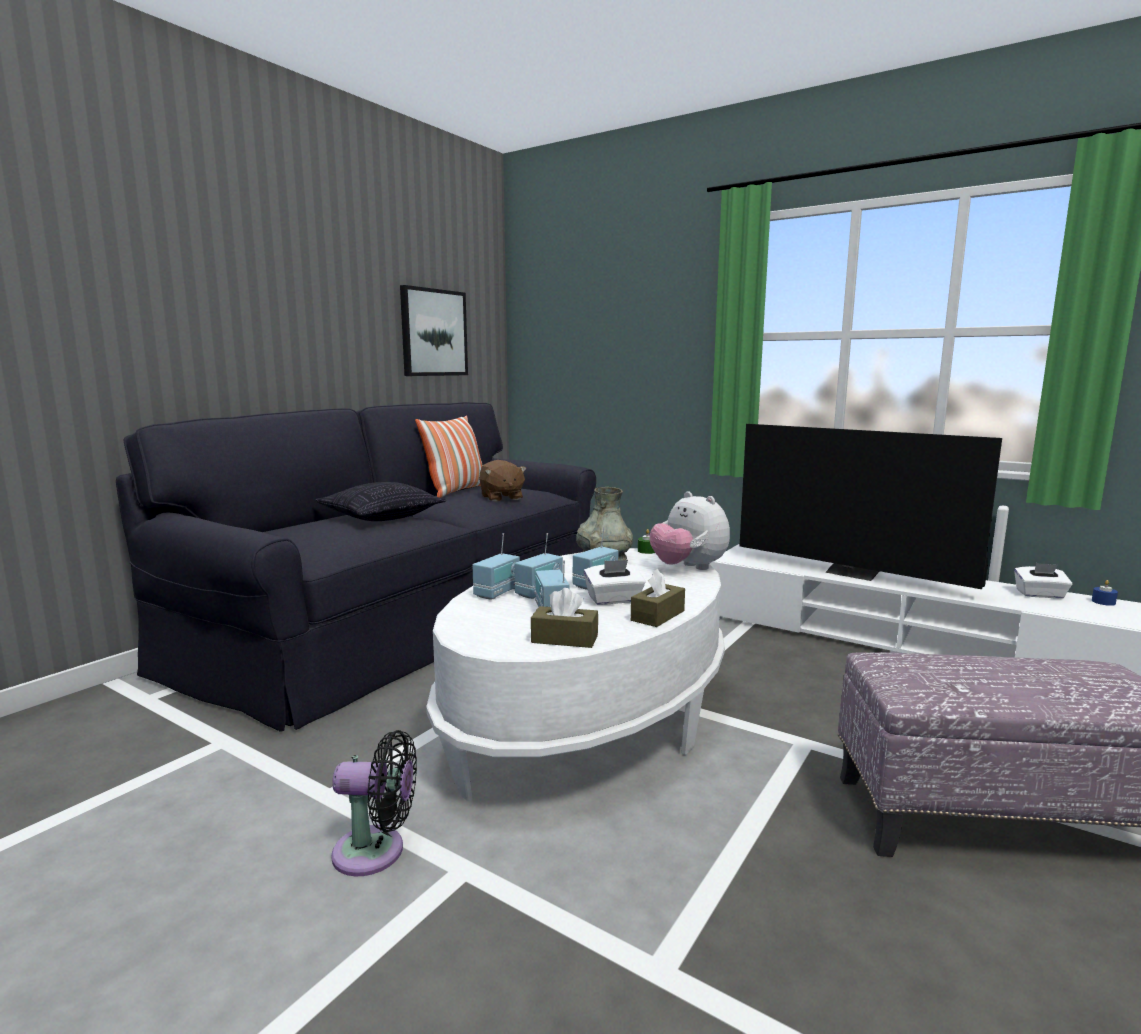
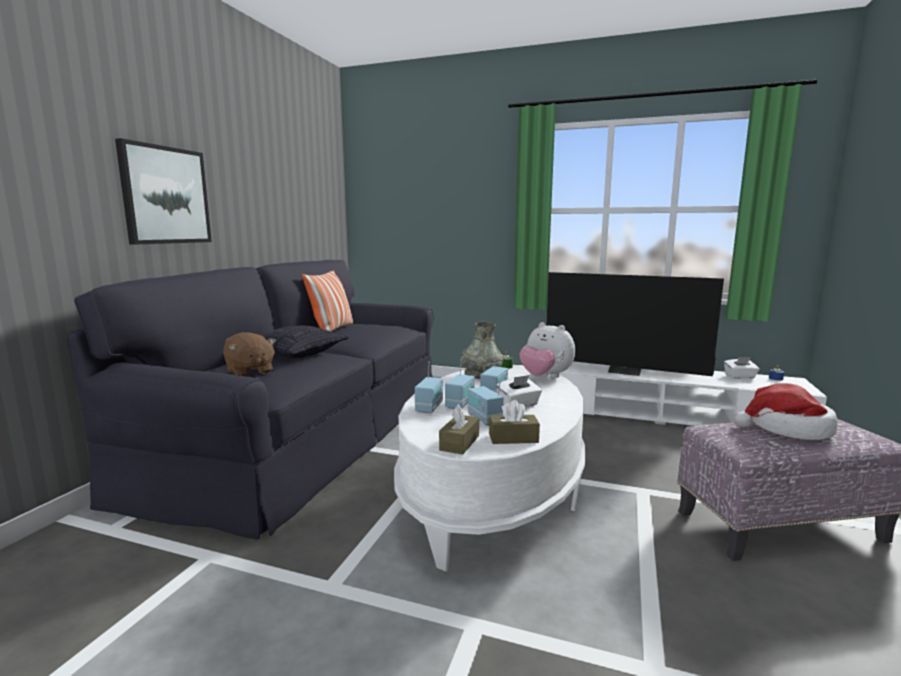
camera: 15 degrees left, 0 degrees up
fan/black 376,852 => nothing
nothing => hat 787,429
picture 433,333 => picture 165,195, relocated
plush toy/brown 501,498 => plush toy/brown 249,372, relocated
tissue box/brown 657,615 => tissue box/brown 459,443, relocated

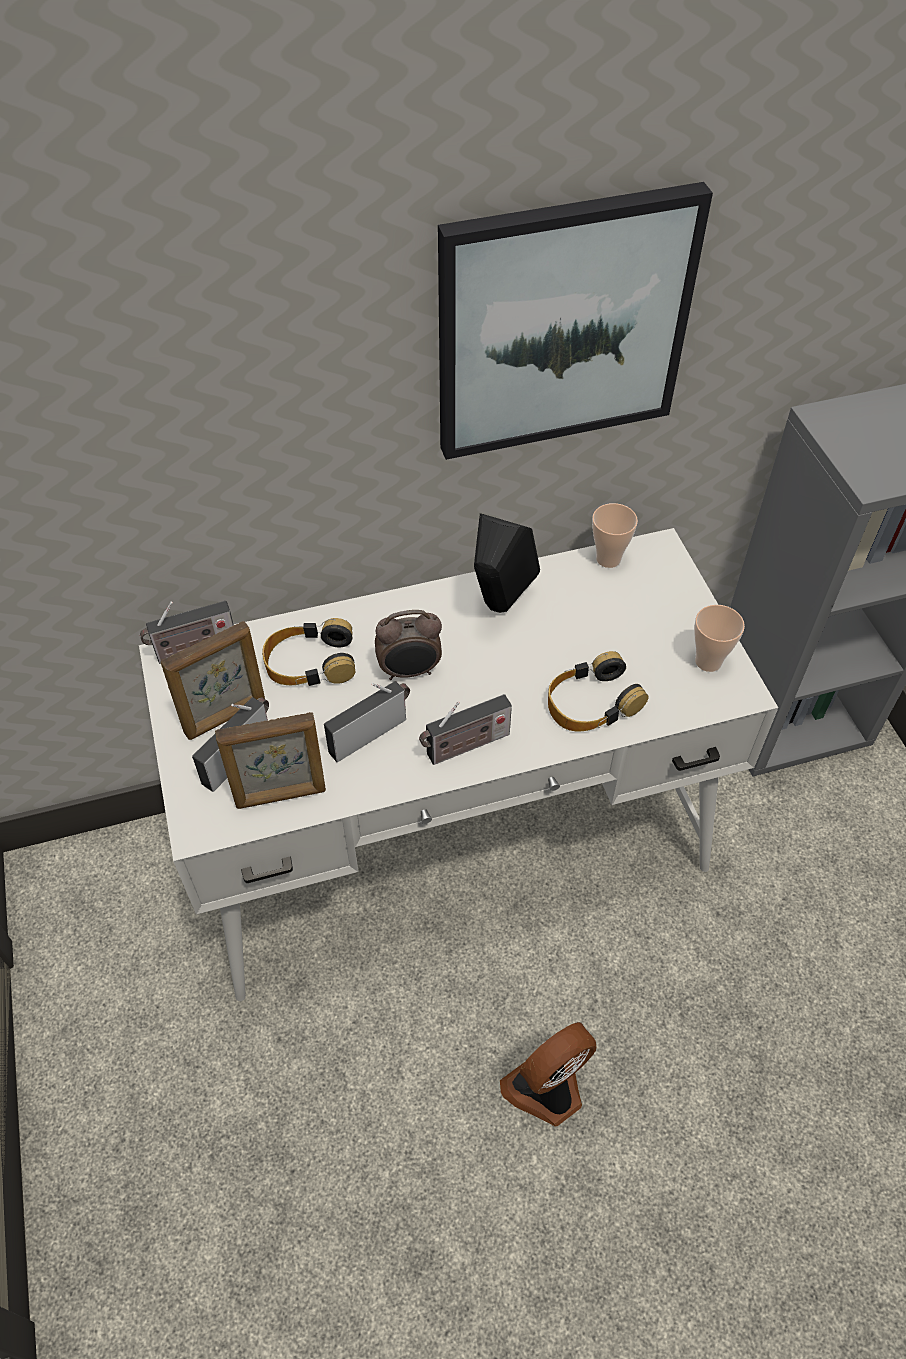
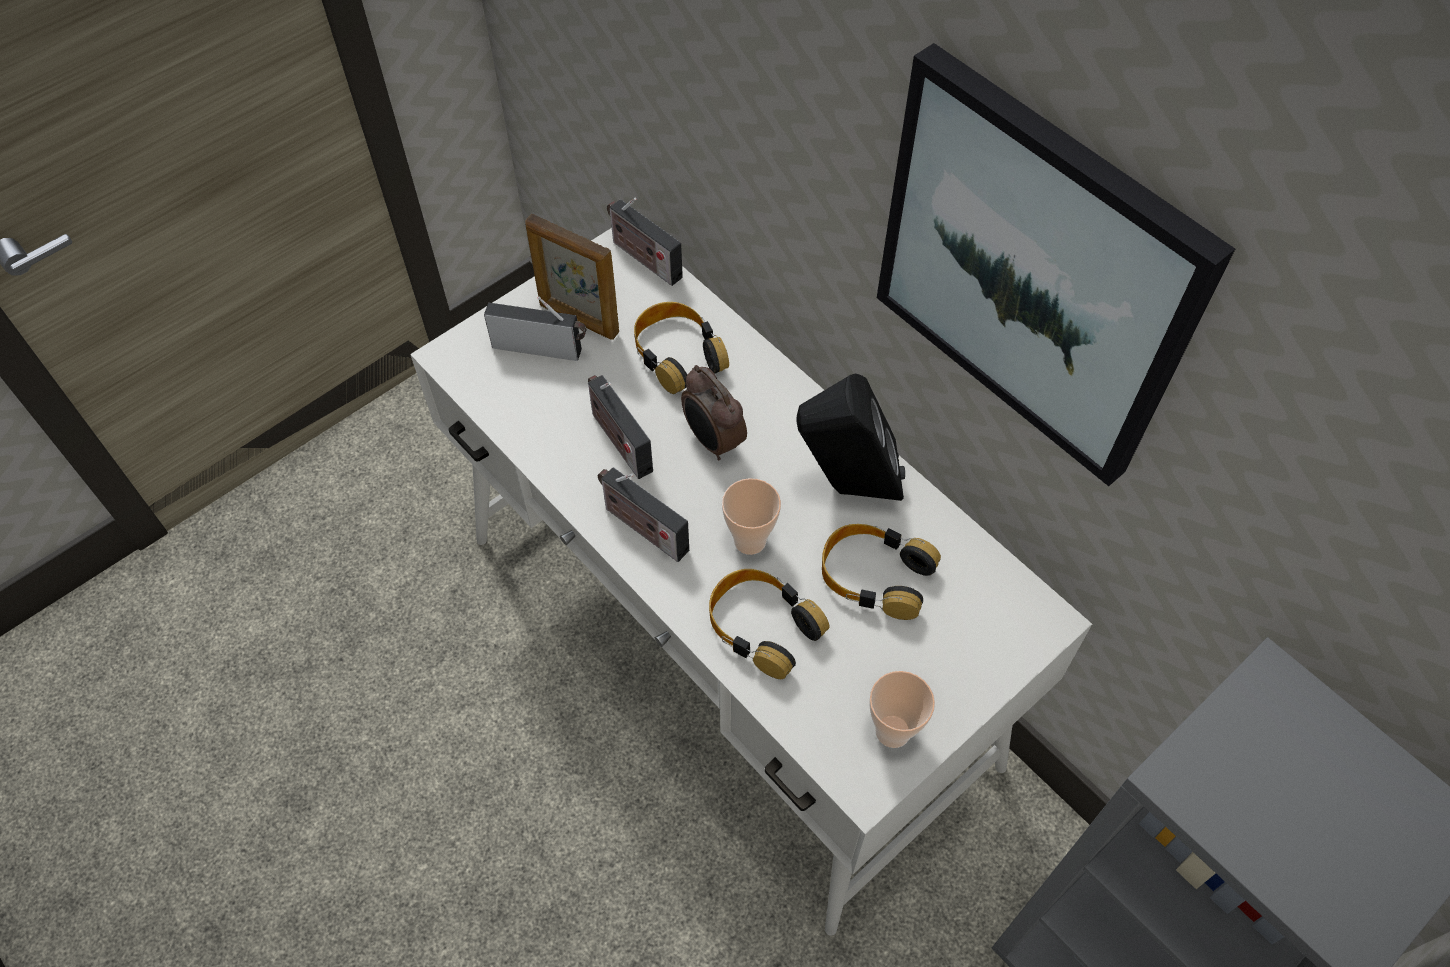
camera: 65 degrees right, 5 degrees up
picture frame 281,796 => nothing
fan 547,1089 => nothing
nothing => headphones 874,575
cup 608,559 => cup 750,540, relocated
radio 370,733 => radio 618,440, 150 degrees counterclockwise

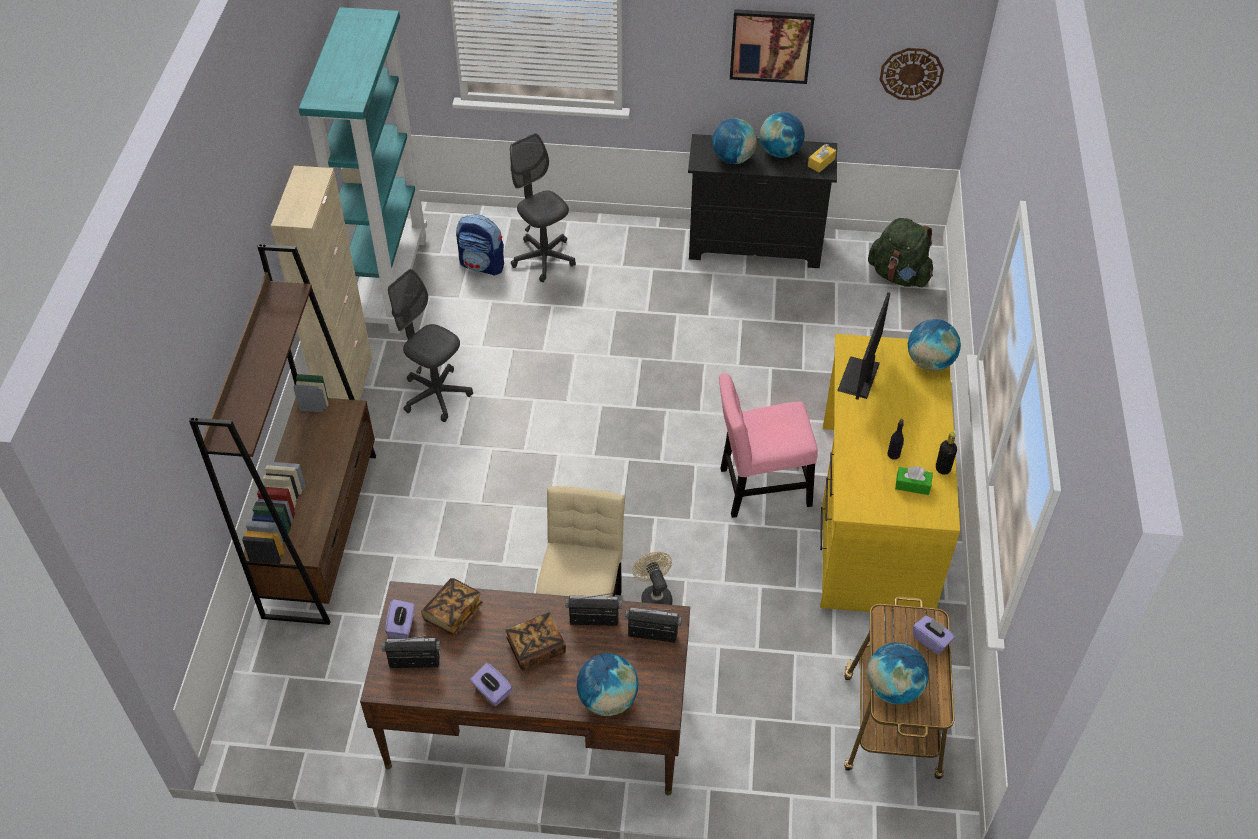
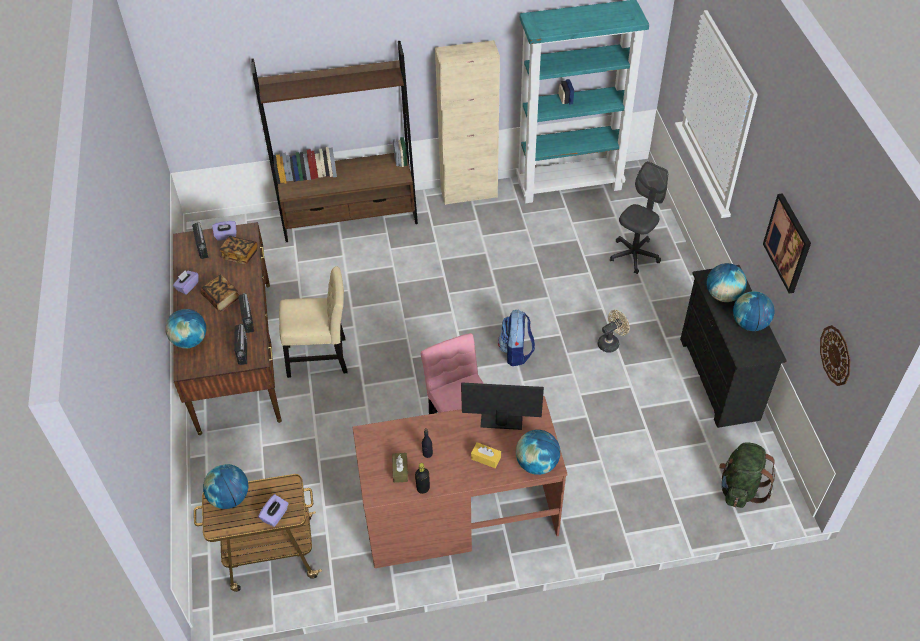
camera: 75 degrees right, 0 degrees up
office chair/grey 436,395 => nothing
backpack 483,265 => backpack 516,352, relocated
fan/beige 654,596 => fan/beige 611,342, relocated
tissue box/yellow 821,163 => tissue box/yellow 486,458, relocated
desk/yellow 874,517 => desk/brown 459,512
tissue box/green 912,485 => tissue box/brown 400,470

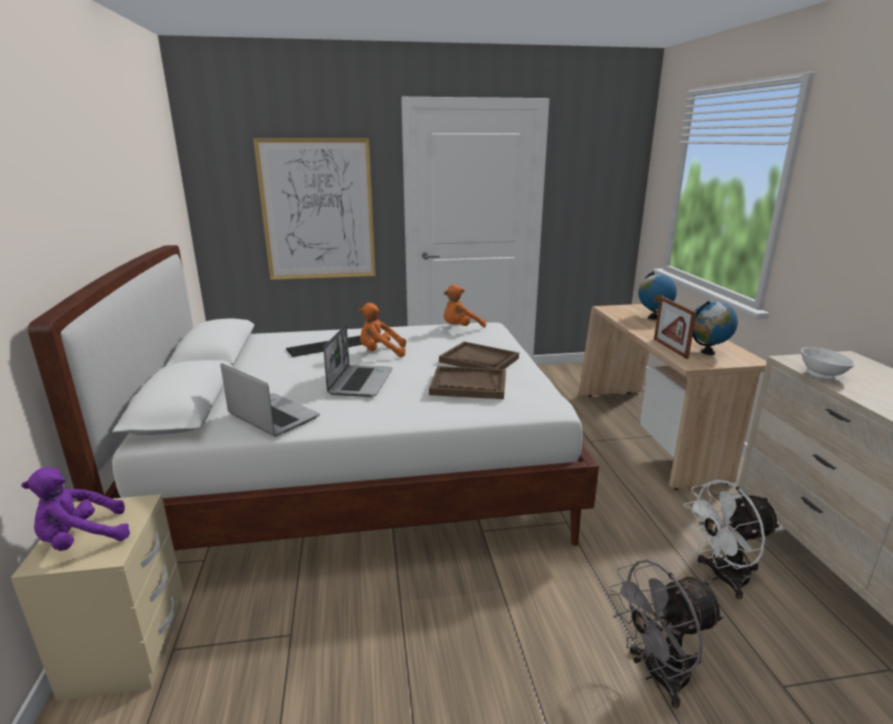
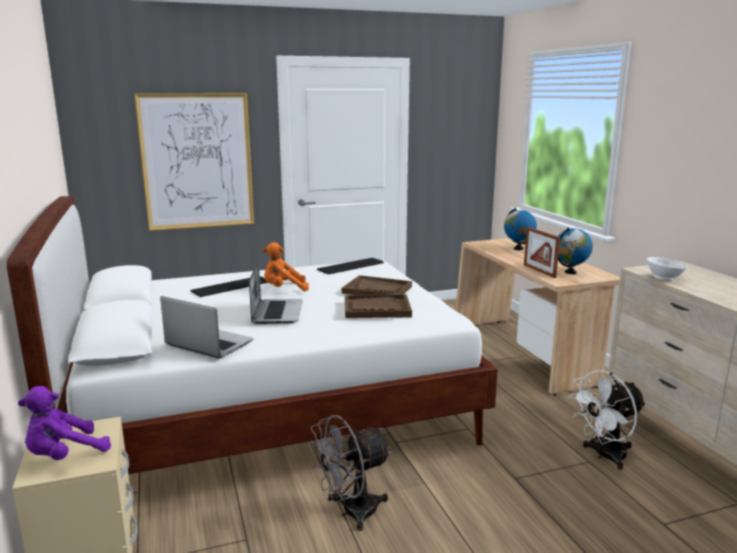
camera: 10 degrees left, 5 degrees down
fan/grey 657,675 => fan/grey 351,512, relocated
plush toy/orange 460,328 => keyboard 349,266

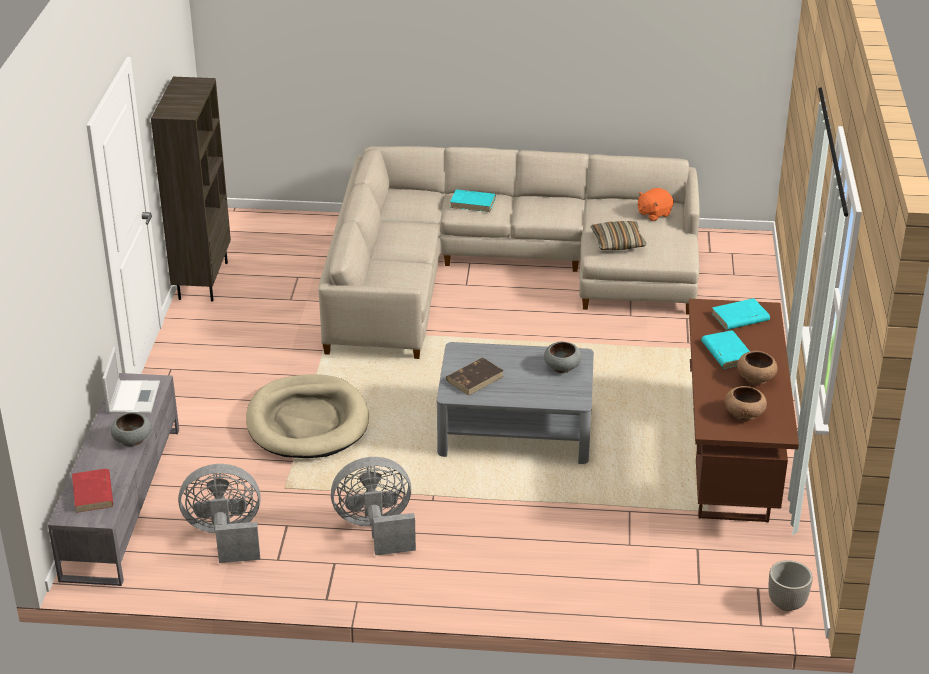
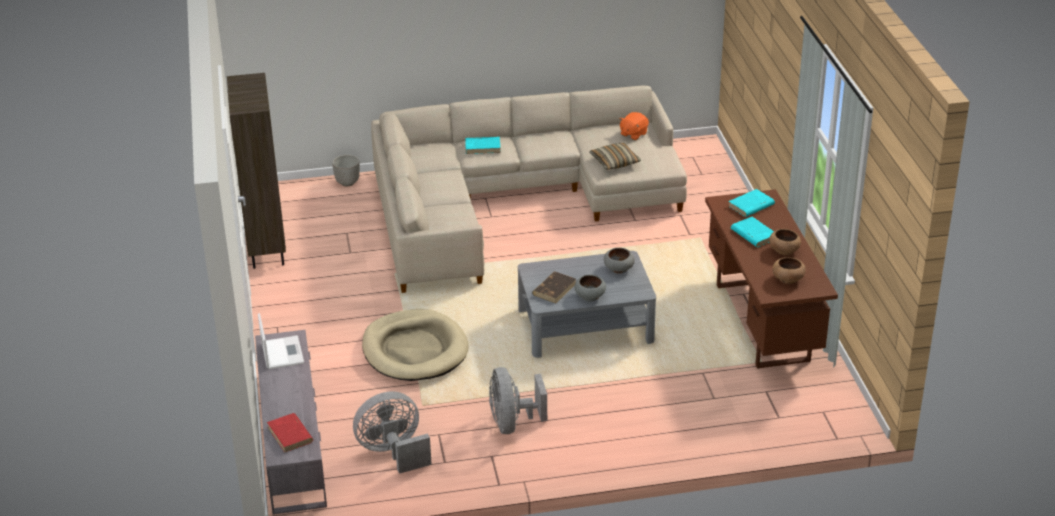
camera: 15 degrees left, 0 degrees up
bowl/grey 133,440 => bowl/grey 590,296, relocated
planter 787,603 => planter 347,182, relocated
fan/grey 376,529 => fan/grey 512,423, 75 degrees counterclockwise

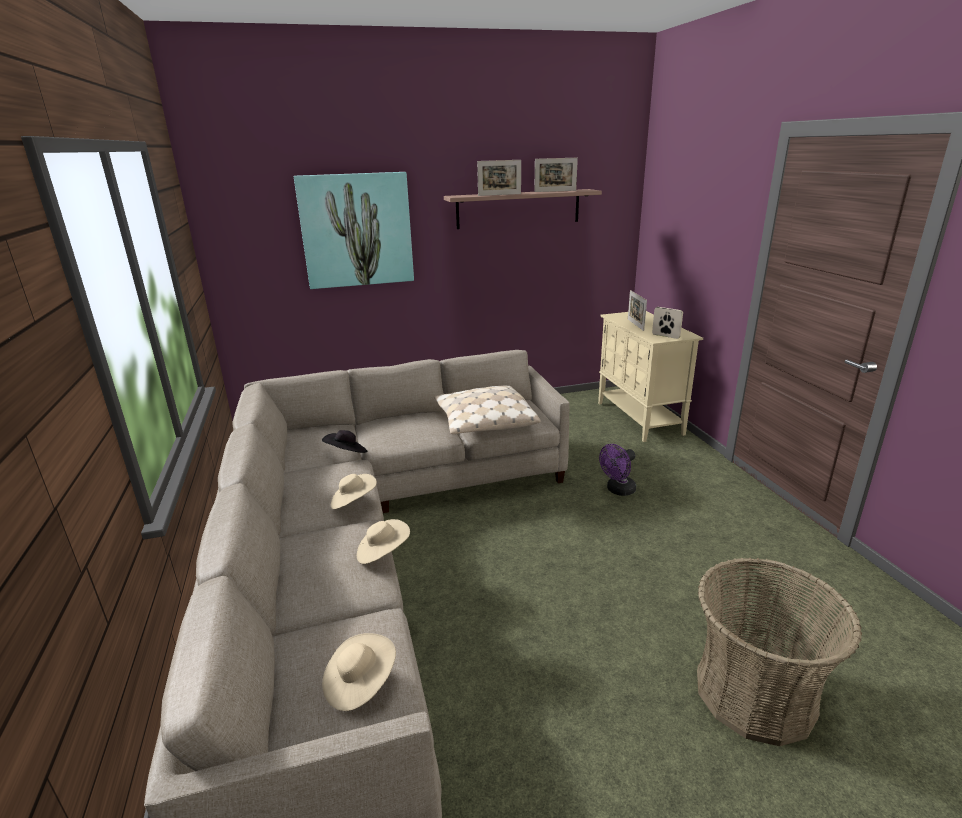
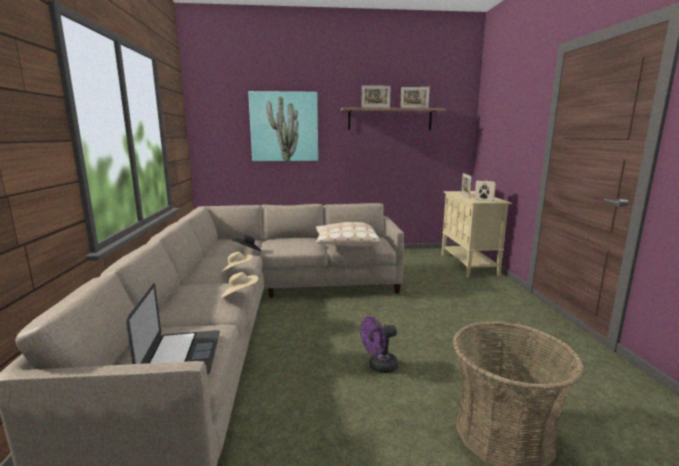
camera: 10 degrees right, 10 degrees down
fan/purple 618,490 => fan/purple 379,366, relocated
hat/beige 359,683 => laptop 181,354

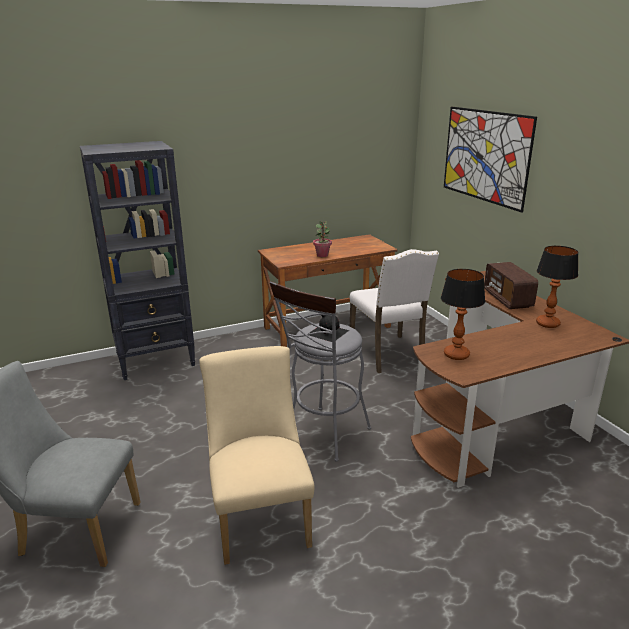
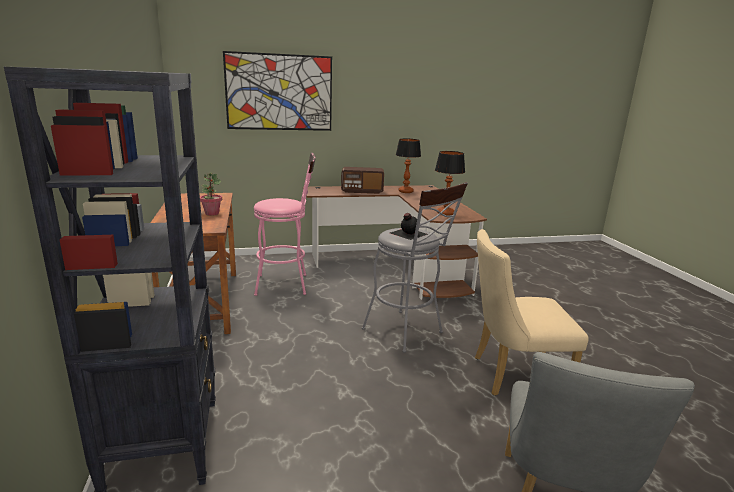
camera: 80 degrees left, 5 degrees down
chair/white 388,354 => stool/pink 287,284

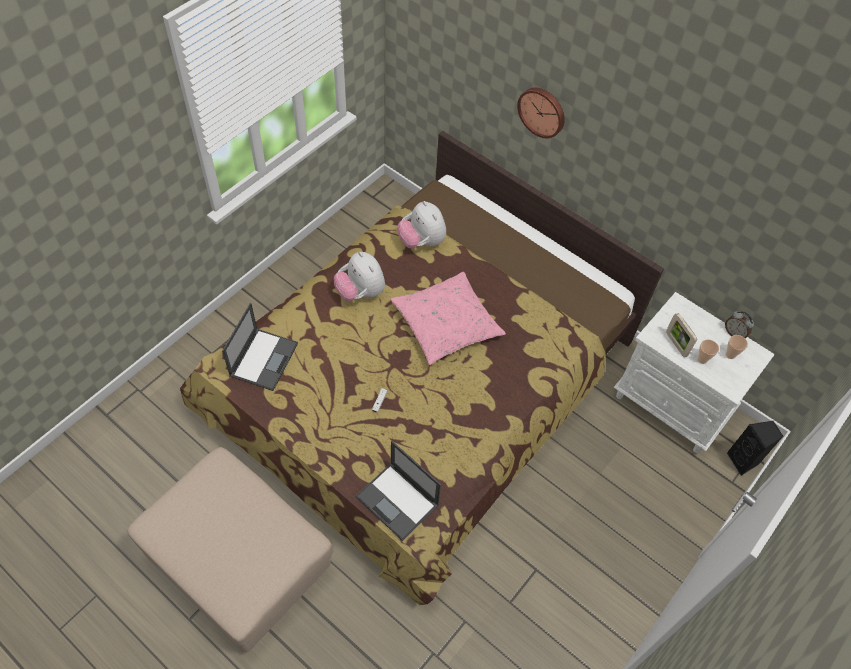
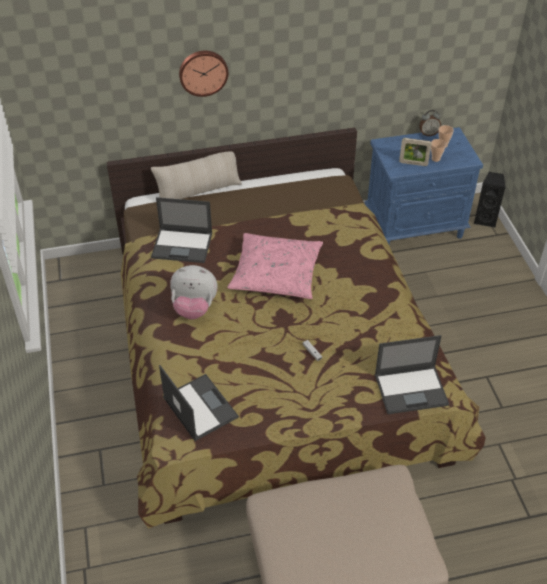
camera: 50 degrees left, 10 degrees down
nothing => pillow/beige 199,192
plush toy 421,241 => laptop 183,245
nightstand/white 673,404 => nightstand/blue 415,226

